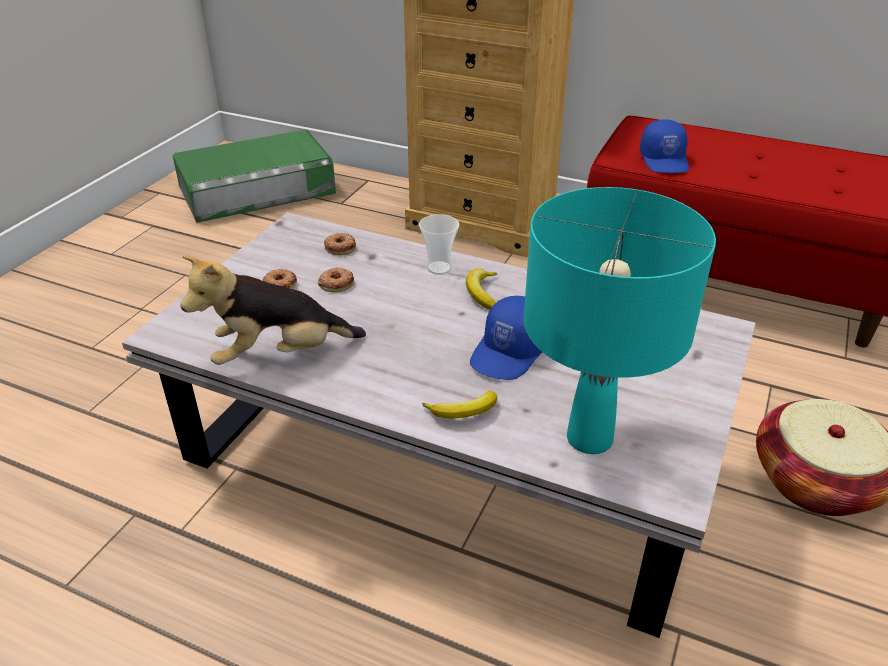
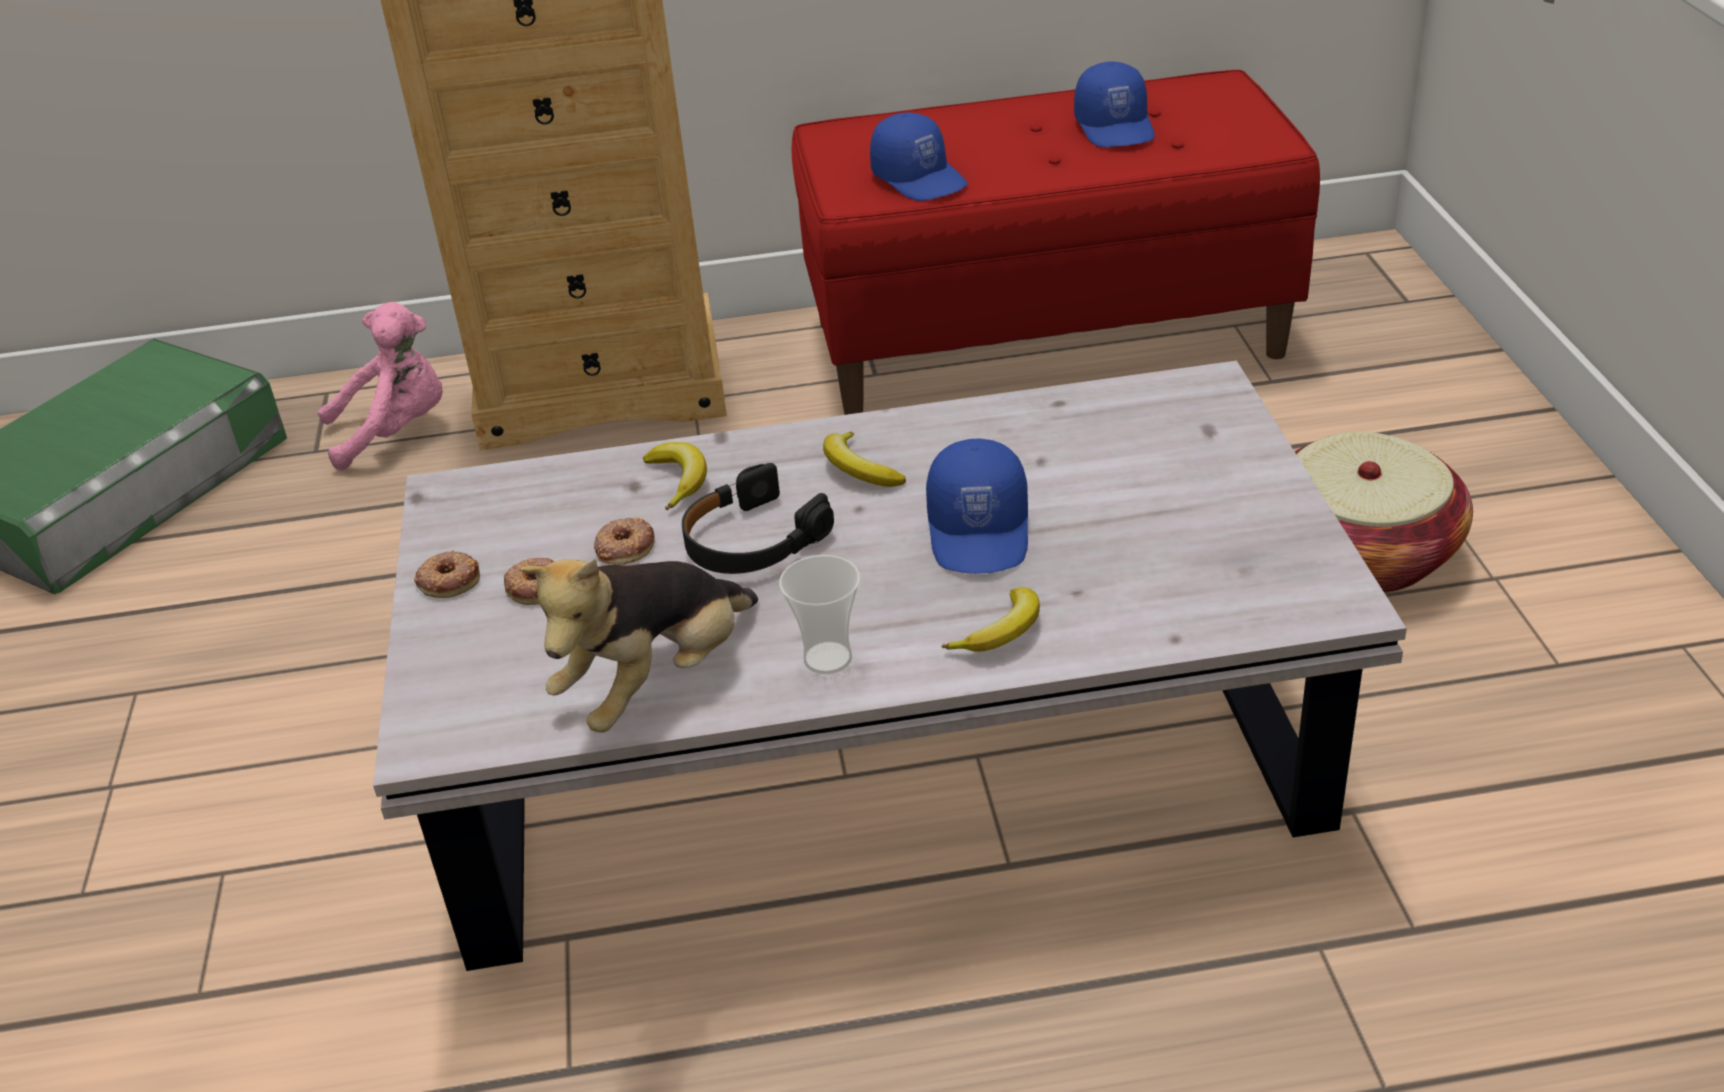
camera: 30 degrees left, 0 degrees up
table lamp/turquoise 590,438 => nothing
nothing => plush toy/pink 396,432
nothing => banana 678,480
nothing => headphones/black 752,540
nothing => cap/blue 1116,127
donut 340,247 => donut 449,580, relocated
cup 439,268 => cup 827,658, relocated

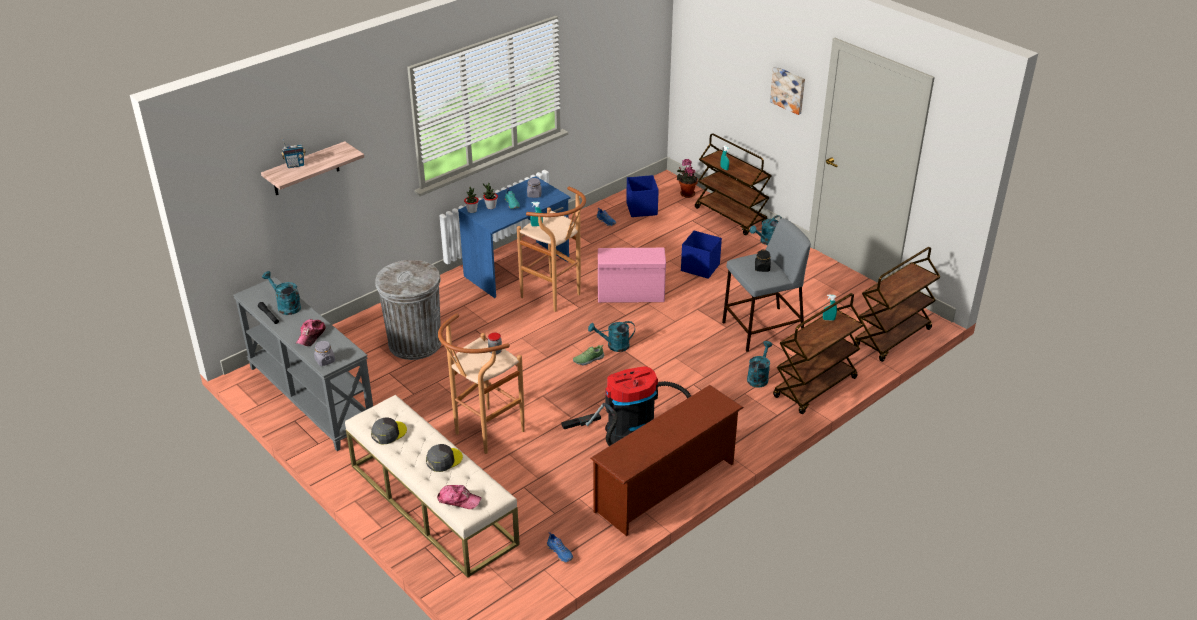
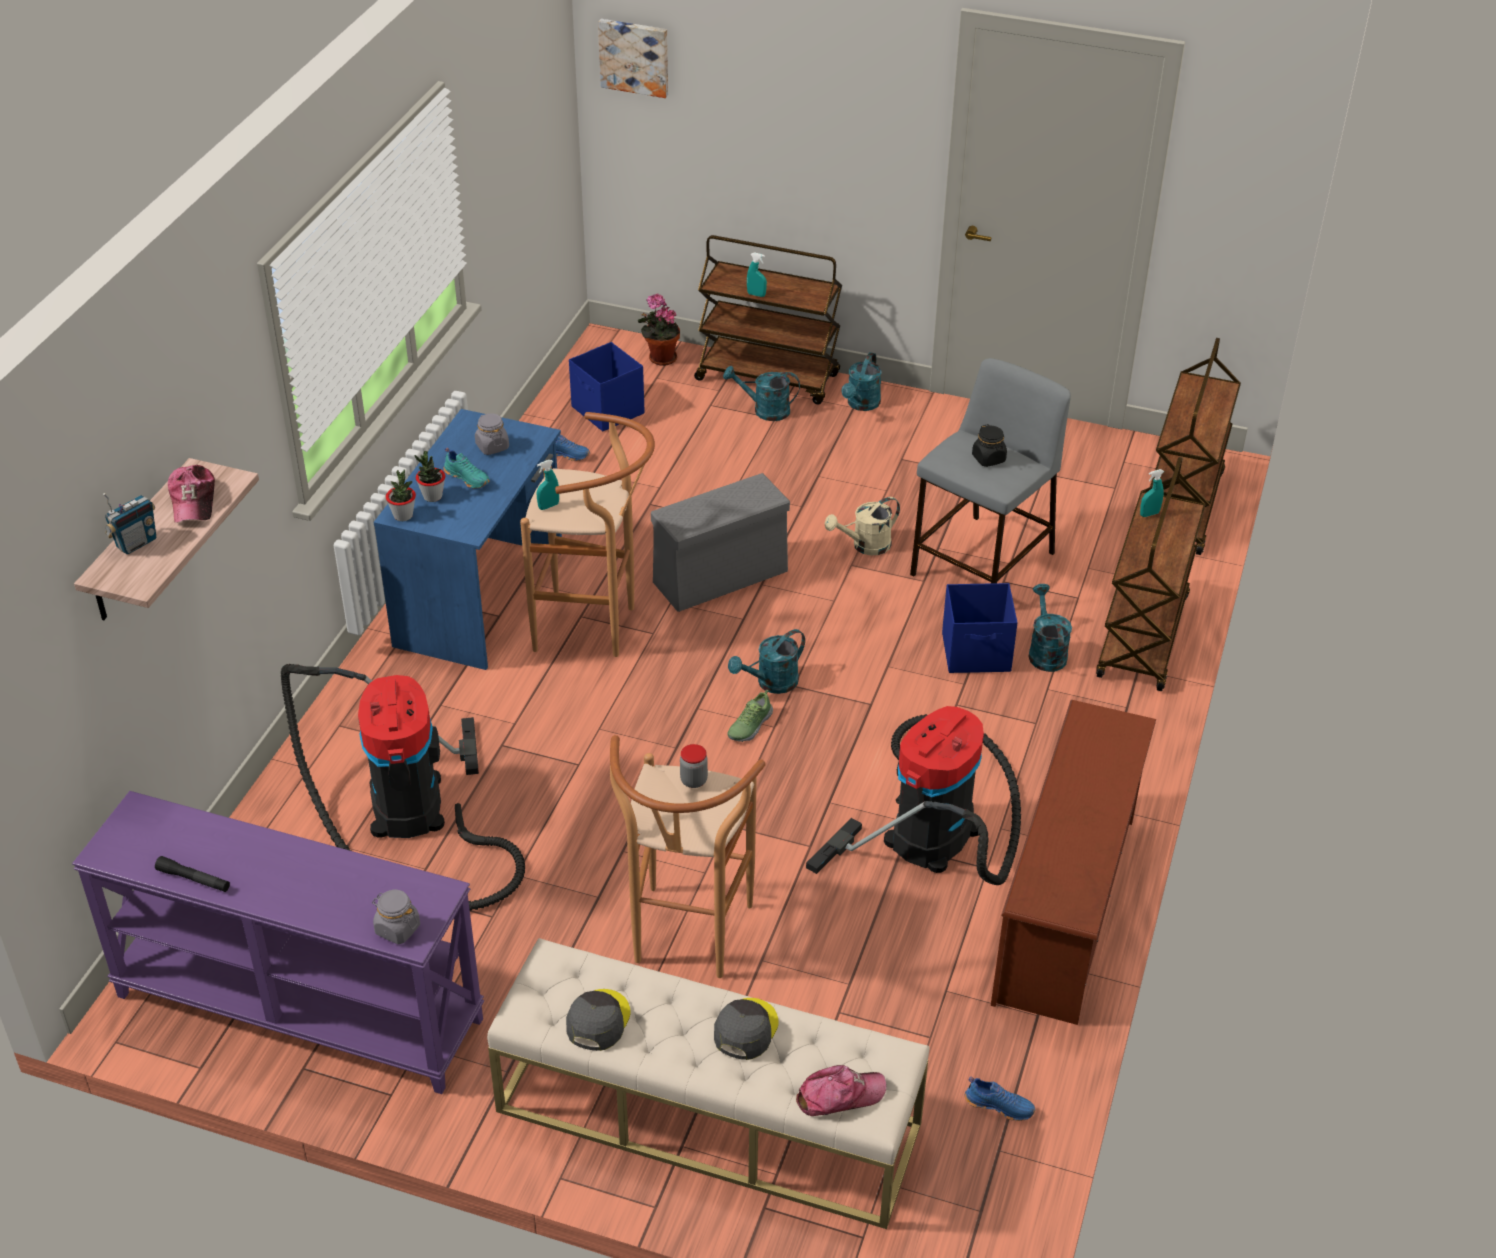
camera: 30 degrees left, 5 degrees up
nothing => watering can/beige 865,546
watering can/turquoise 286,306 => watering can/turquoise 764,410, relocated
cap 311,336 => cap 193,501, relocated
storage box/blue 700,268 => storage box/blue 977,653, relocated
picture 788,89 => picture 635,56, relocated
trash can/grey 415,343 => vacuum cleaner 410,814
console table/grey 310,398 => console table/purple 297,1009
storage box/pink 631,294 => storage box/grey 722,576

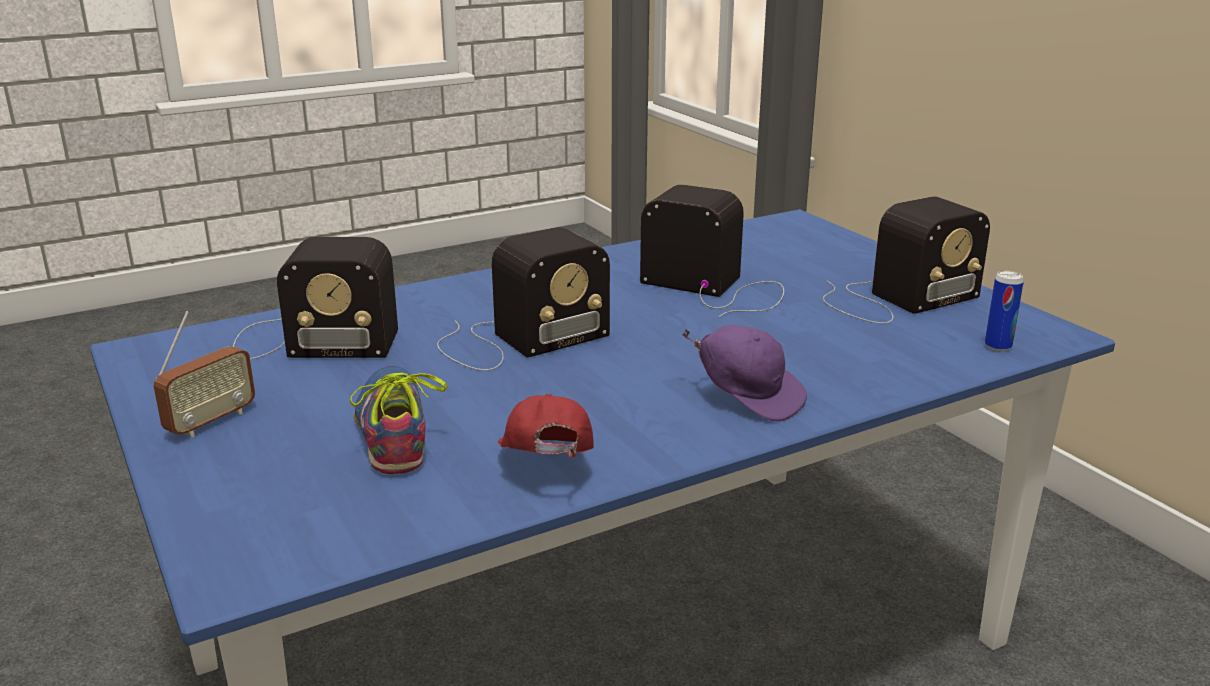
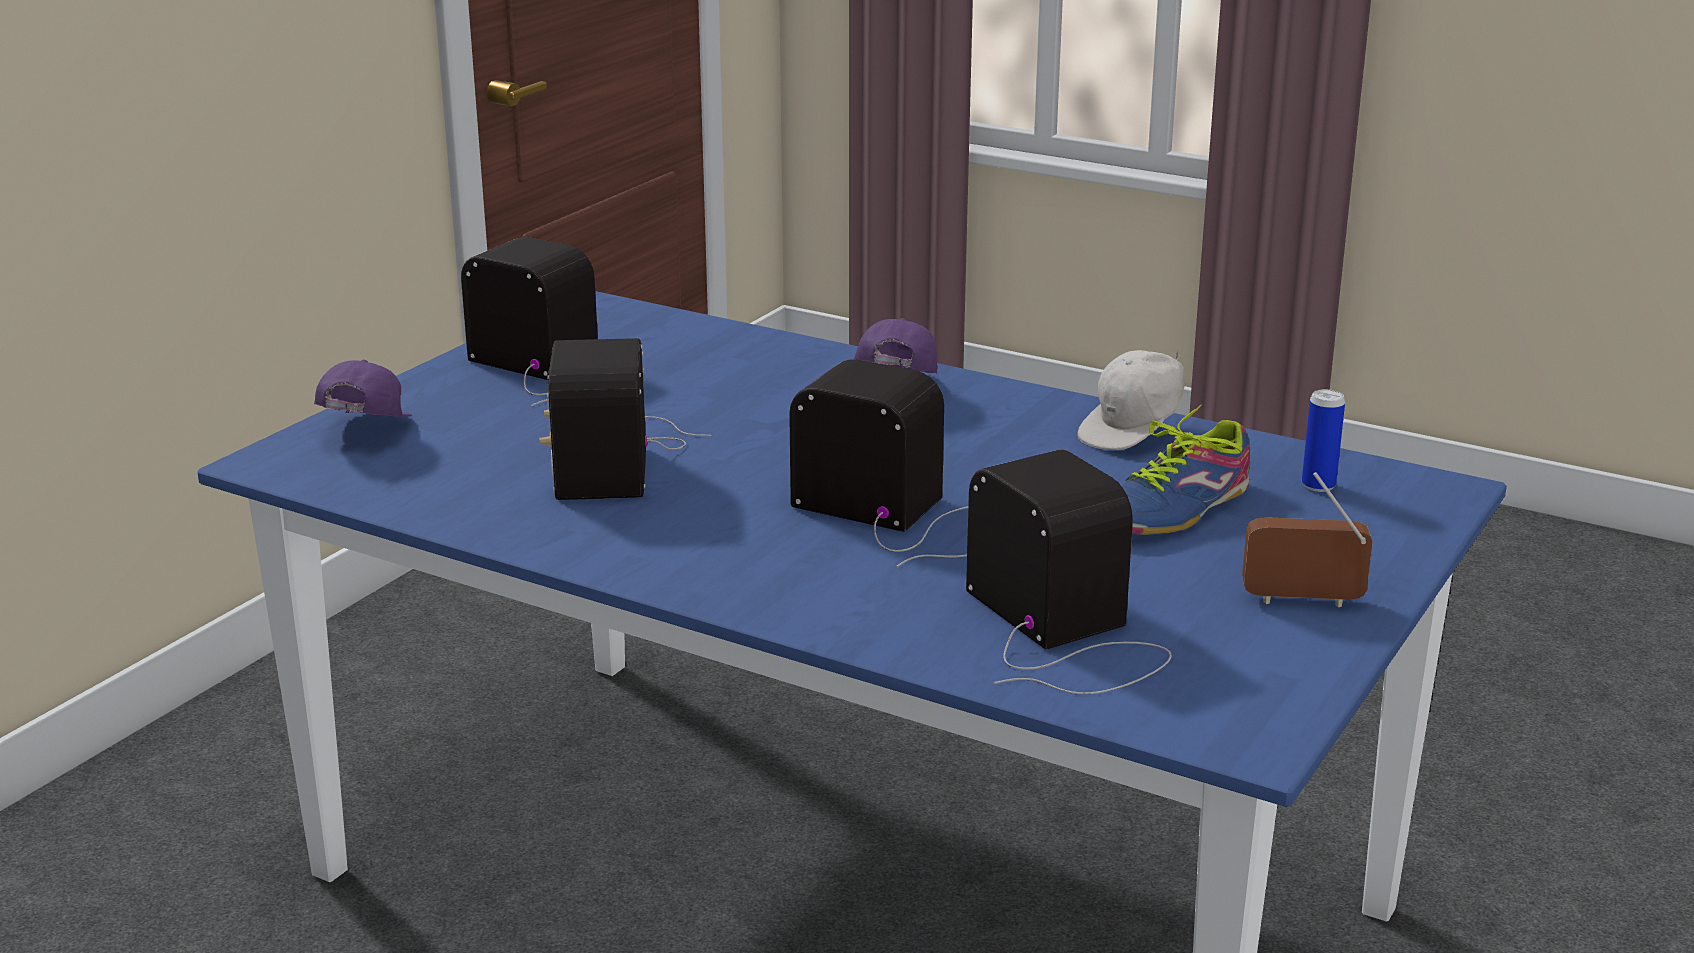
camera: 120 degrees left, 0 degrees up
nothing => cap/purple 363,435
can 998,346 => can 1318,485, relocated
cap/red 545,470 => cap/white 1135,432

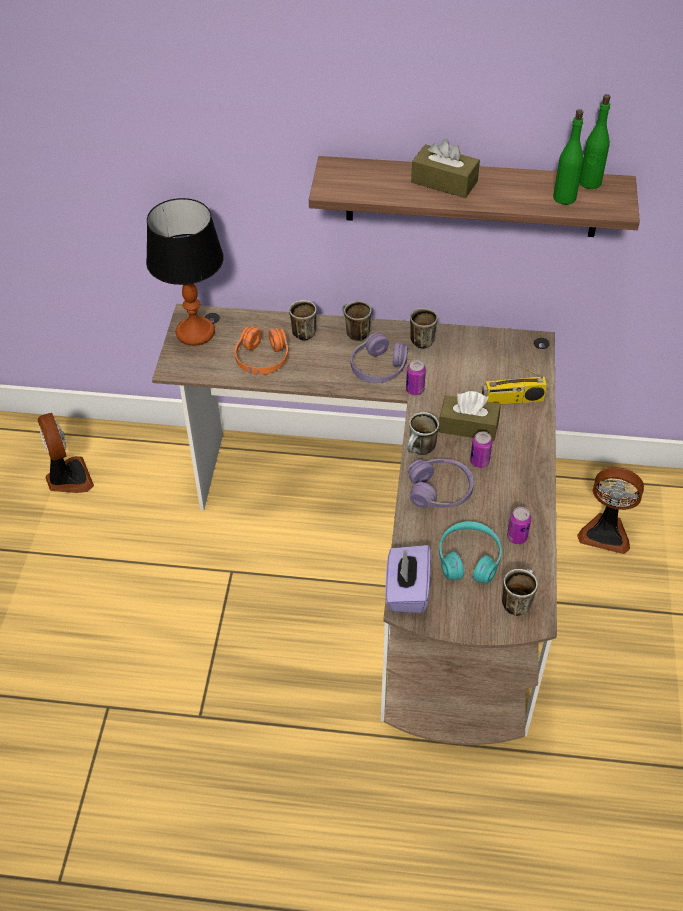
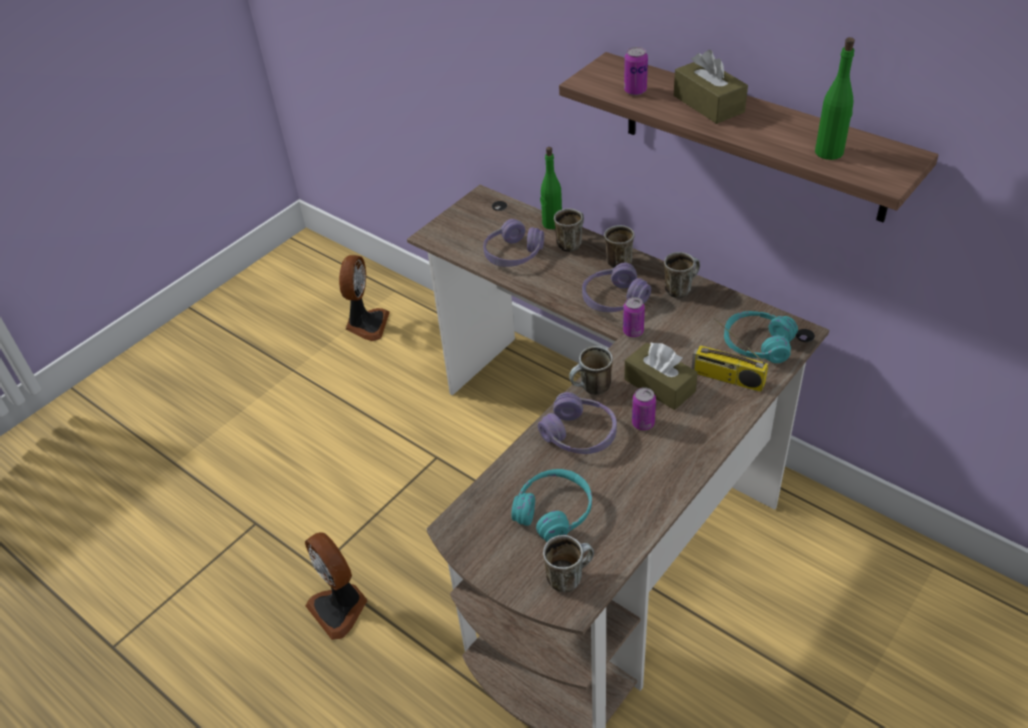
camera: 35 degrees right, 5 degrees down
table lamp 195,333 => nothing
tissue box/purple 406,591 => nothing
nothing => headphones/turquoise 757,344
can 517,537 => can 635,91, relocated
fan 605,532 => fan 340,608, relocated
bottle/green 590,183 => bottle/green 552,223, relocated
headphones/orange 262,359 => headphones/purple 513,254

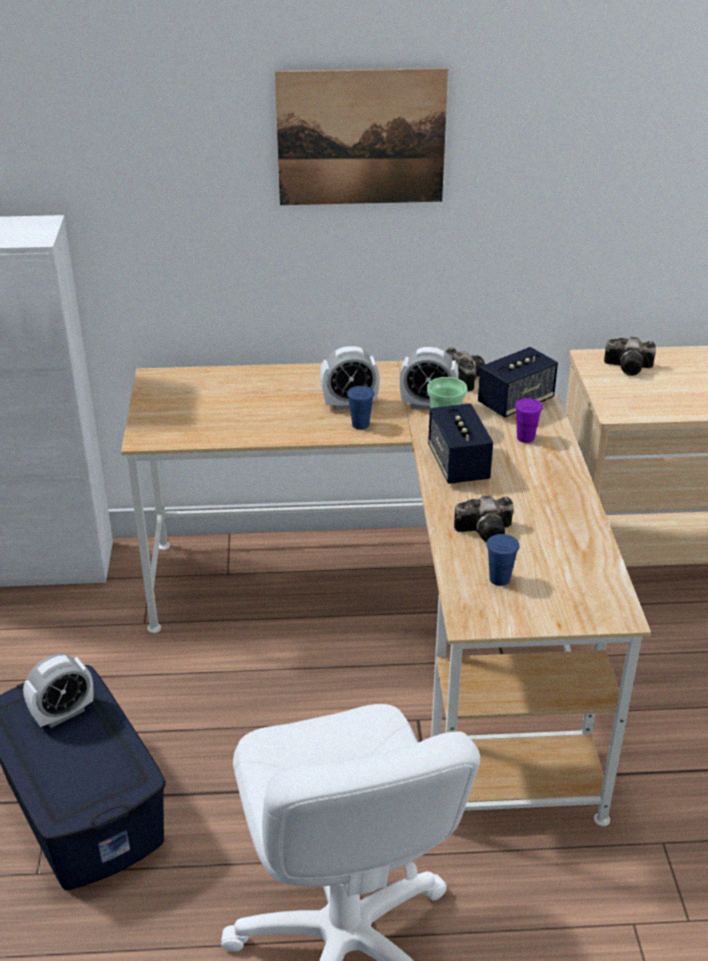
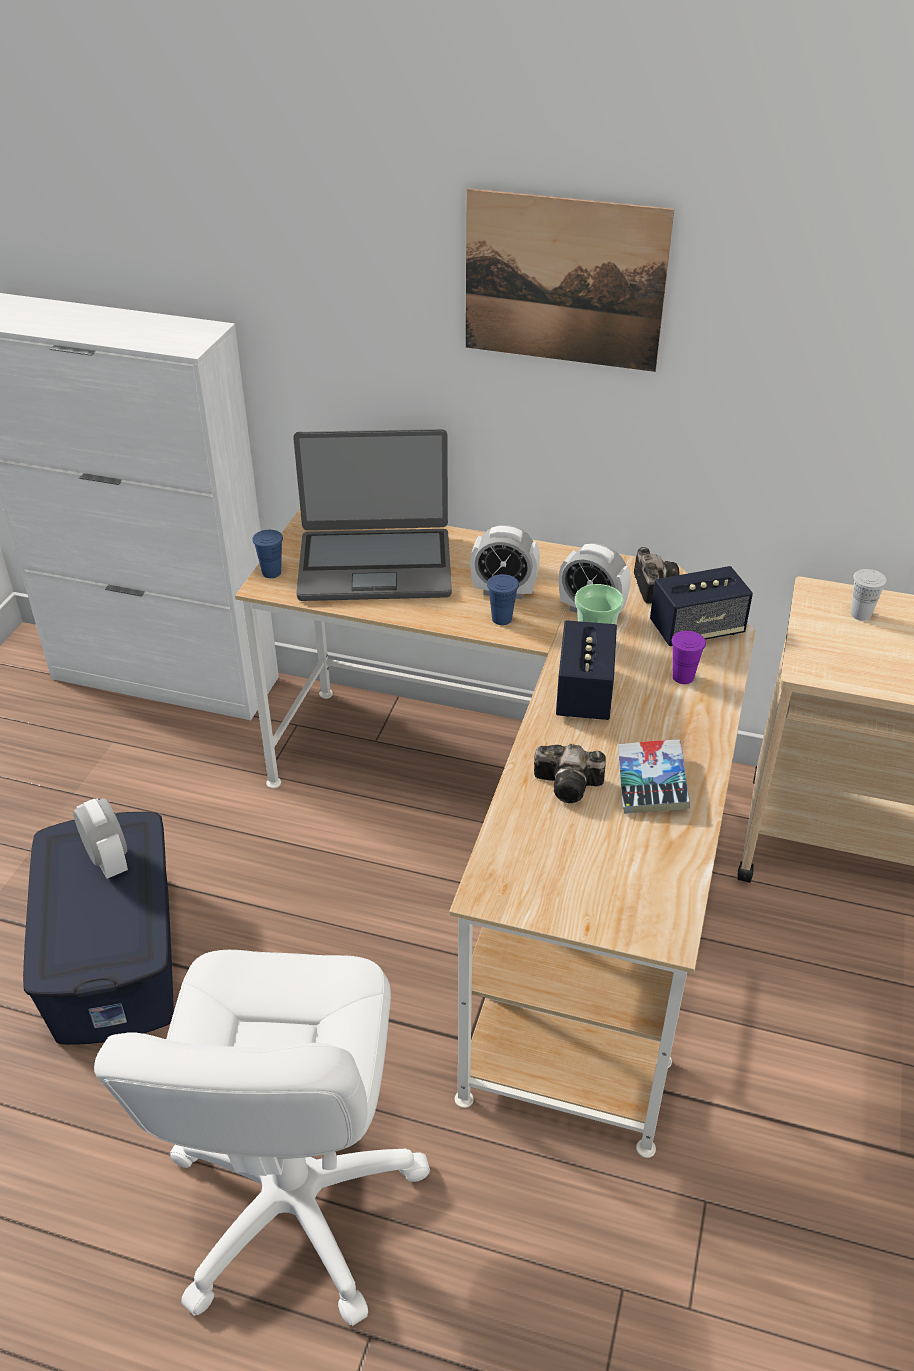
camera: 20 degrees right, 5 degrees up
nothing => laptop 375,565
nothing => book 651,783
cup/blue 499,579 => cup/blue 271,572, relocated
photo camera 630,367 => cup/white 860,614
alarm clock 63,713 => alarm clock 108,860, 105 degrees counterclockwise

